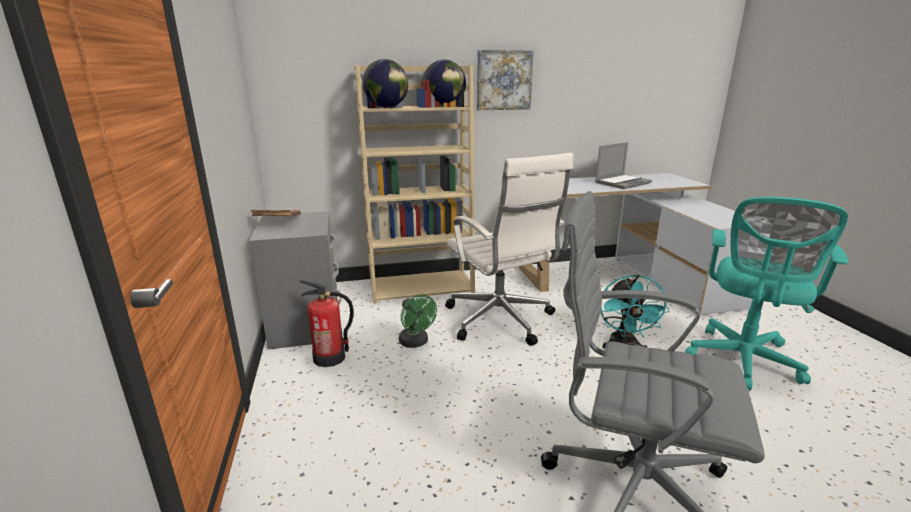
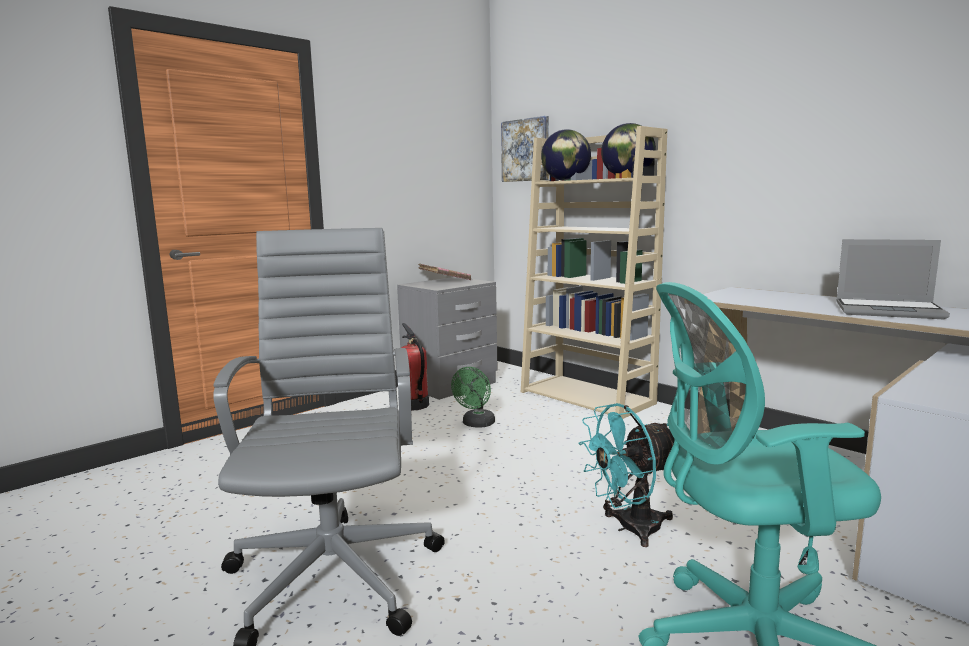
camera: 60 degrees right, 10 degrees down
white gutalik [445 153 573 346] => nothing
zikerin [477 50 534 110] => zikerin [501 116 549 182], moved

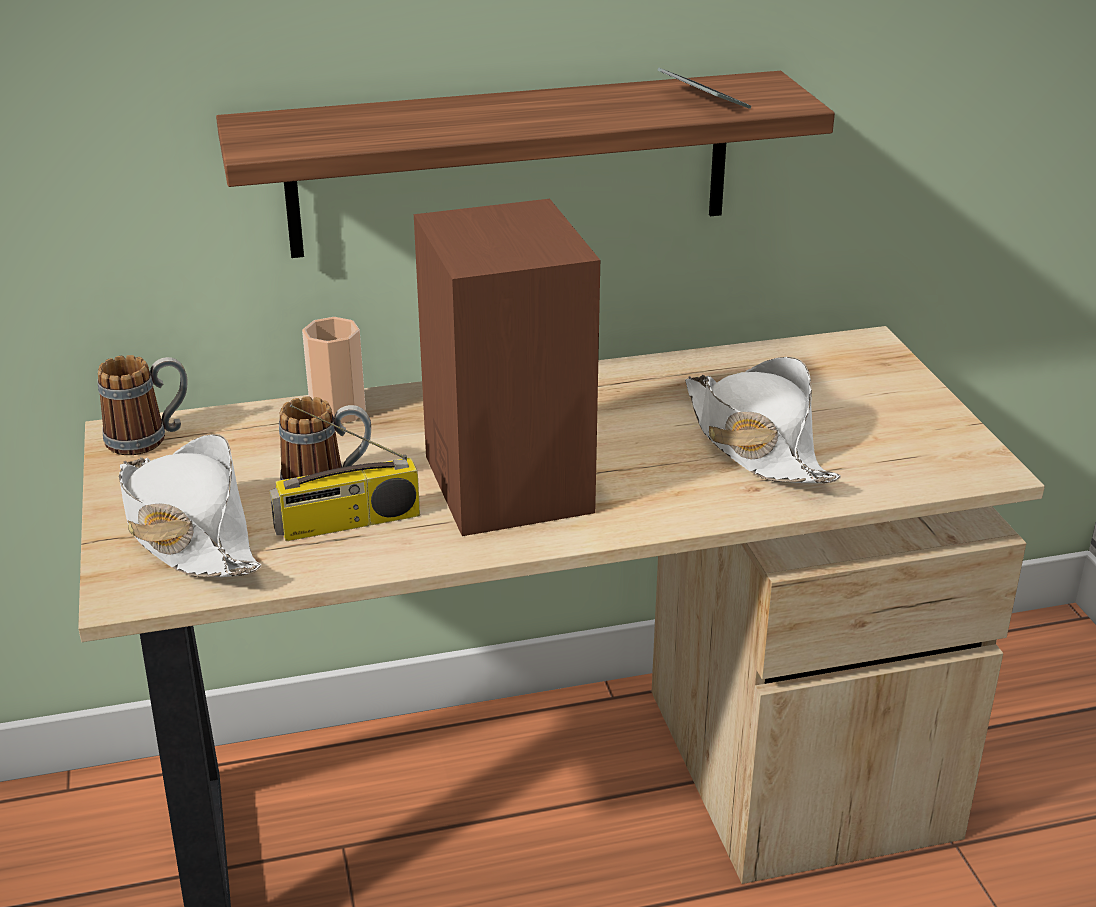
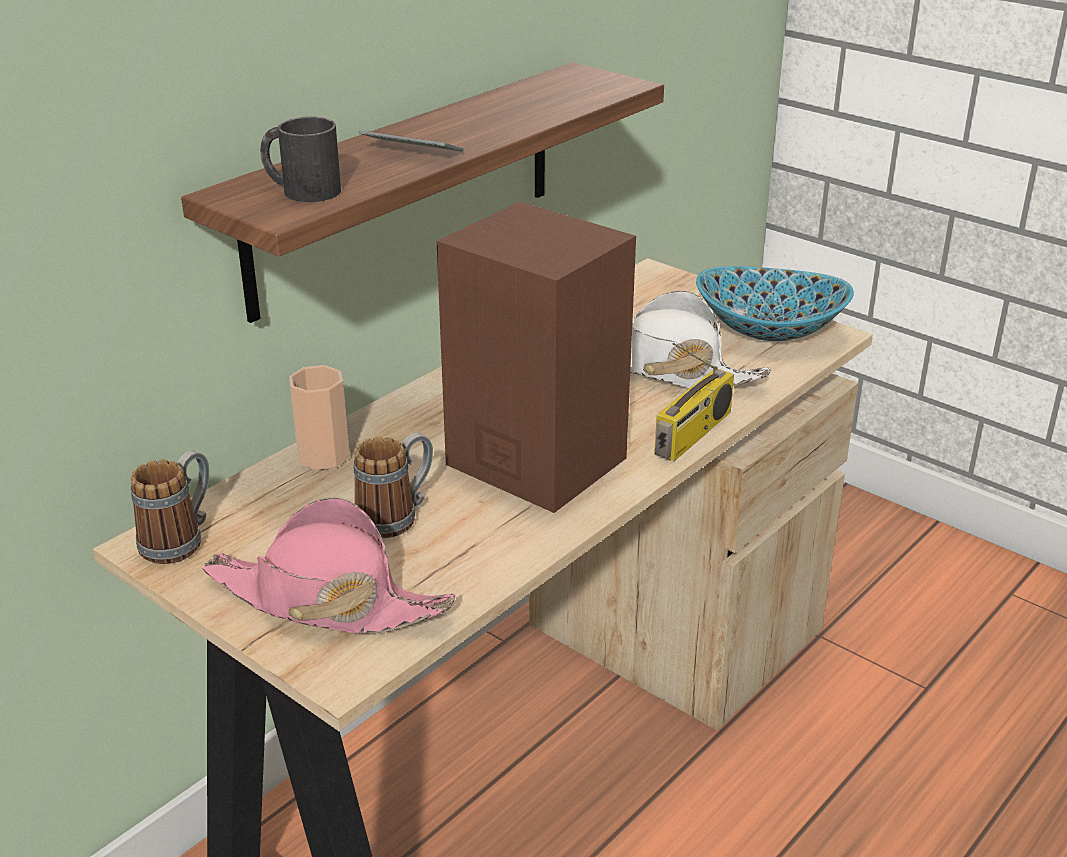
camera: 35 degrees left, 0 degrees up
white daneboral [119 434 262 577] => pink daneboral [202 498 455 634]
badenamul [269 405 420 541] => badenamul [654 343 734 461], moved
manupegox [658 68 751 109] => manupegox [359 130 464 152], moved
nothing => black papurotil [260 117 341 202]
nothing => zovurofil [696 266 854 341]

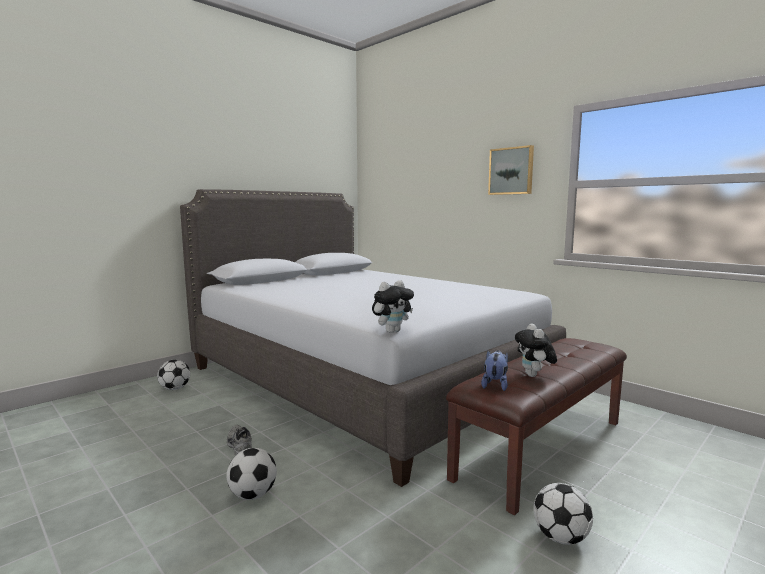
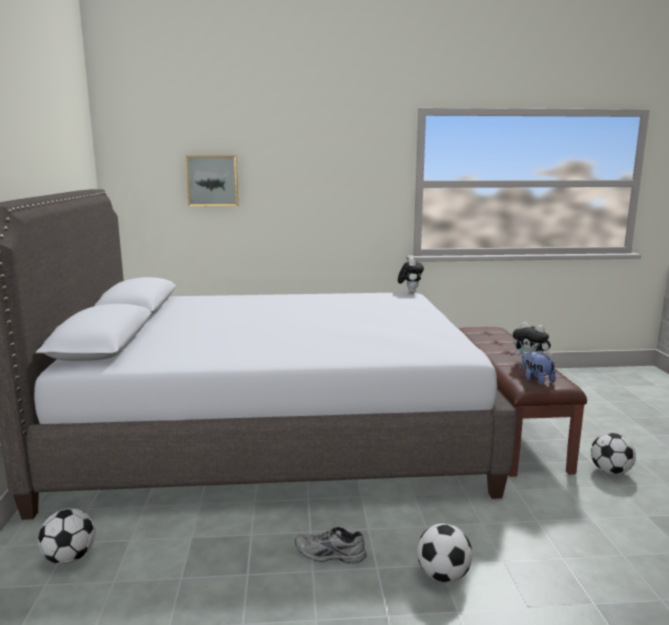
camera: 50 degrees left, 5 degrees up
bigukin [372 280 414 333] => bigukin [398 257 424 293], moved
zikerin [488 145 534 195] => zikerin [185 155 238 206], moved

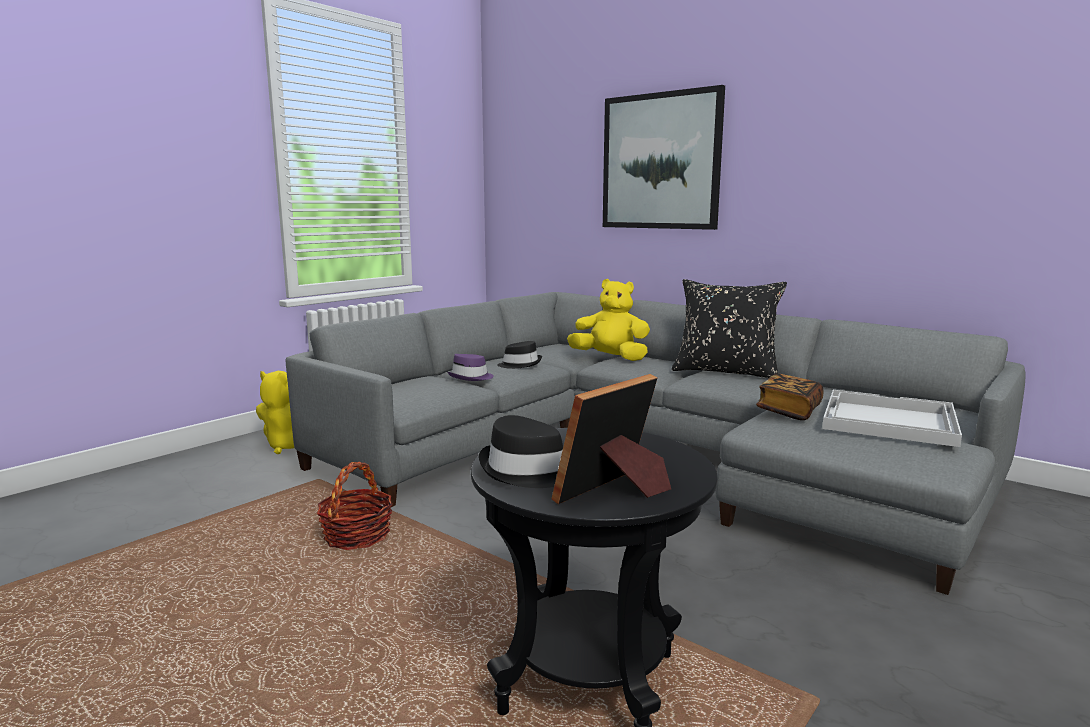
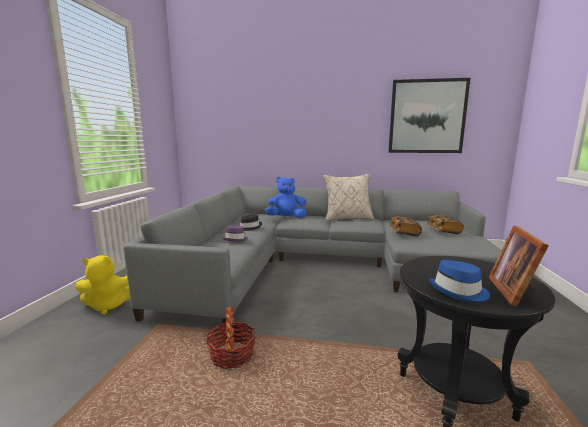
camera: 30 degrees left, 0 degrees up
black daneboral [479 415 563 488] => blue daneboral [429 260 490 302]
yellow bigukin [567 279 650 361] => blue bigukin [265 177 307 218]
zikerin [603 85 725 230] => zikerin [388 78 470 153], moved
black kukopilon [672 279 787 379] => beige kukopilon [323 174 374 221]
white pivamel [822 390 962 447] => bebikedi [427 215 464 234]

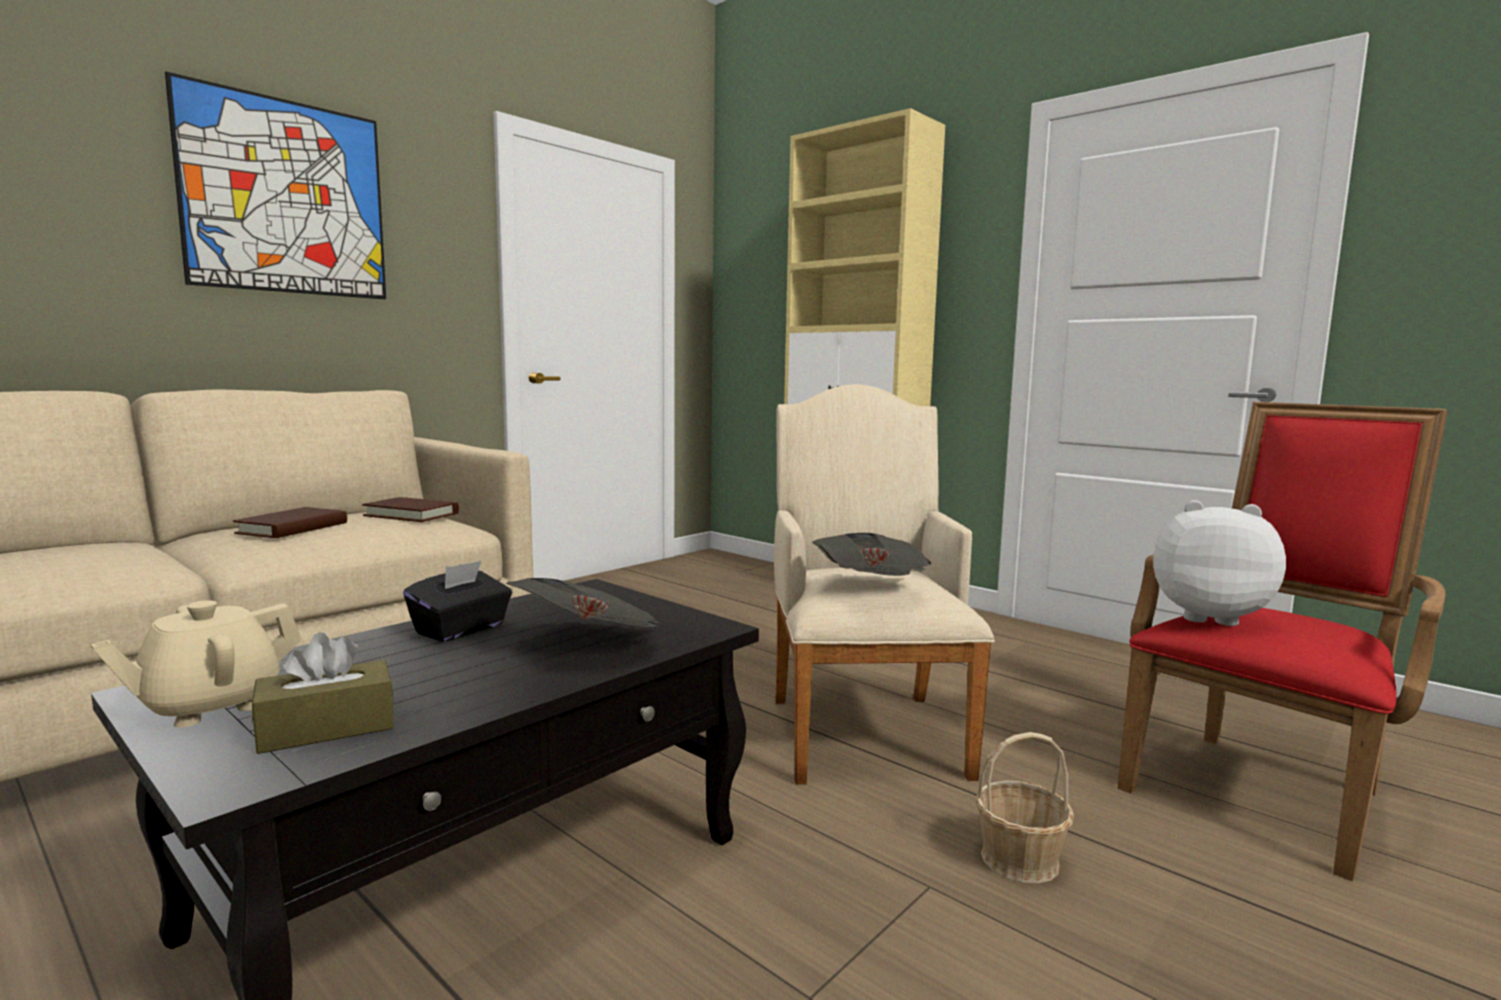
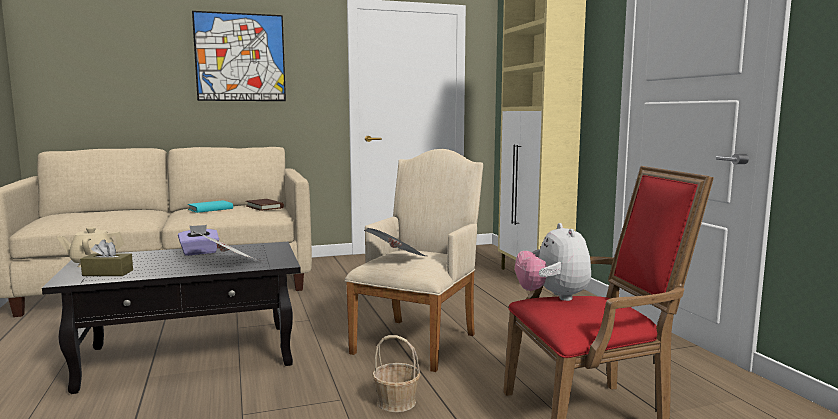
camera: 30 degrees right, 0 degrees up
brown bebikedi [233 507 347 538] => turquoise bebikedi [188 200 233 213]
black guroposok [403 560 512 642] => purple guroposok [178 225 219 256]
bigukin [1153 500 1286 626] => bigukin [515 223 591 301], 150 degrees counterclockwise

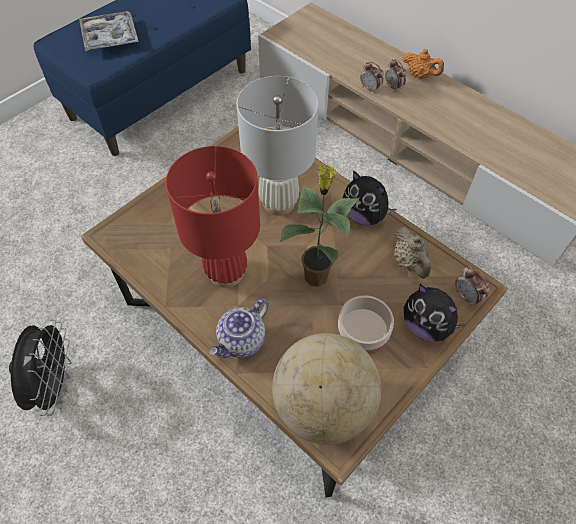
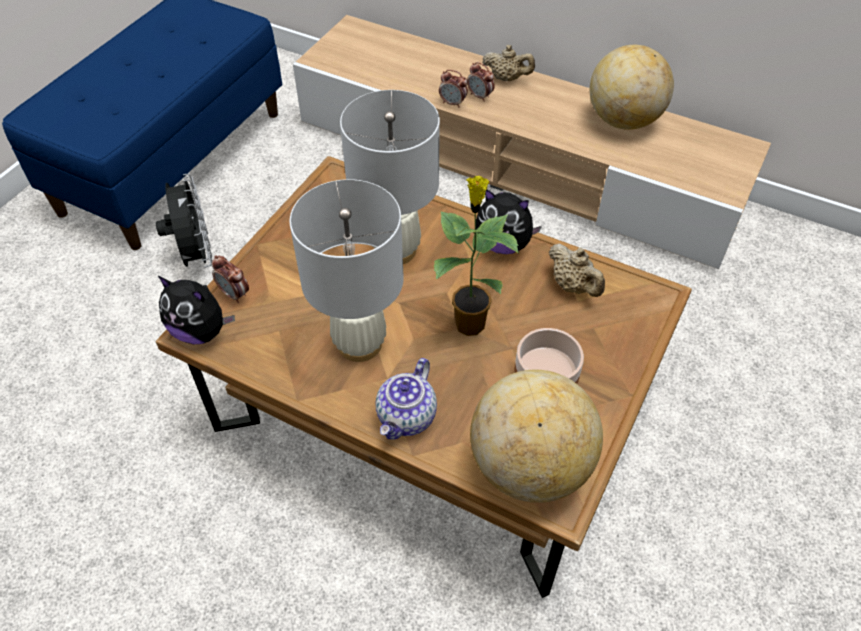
camera: 15 degrees left, 5 degrees down
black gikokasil [9 319 72 416] => black gikokasil [156 174 212 267], moved
pivamel [79 11 139 51] => nothing
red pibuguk [166 146 260 288] => white pibuguk [290 179 404 362]
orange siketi [402 49 444 79] => beige siketi [483 45 535 81]
bigukin [404 284 466 342] => bigukin [157 275 235 344], moved
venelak [455 266 490 306] => venelak [212 255 249 303], moved
nothing => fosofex [590 45 674 130]

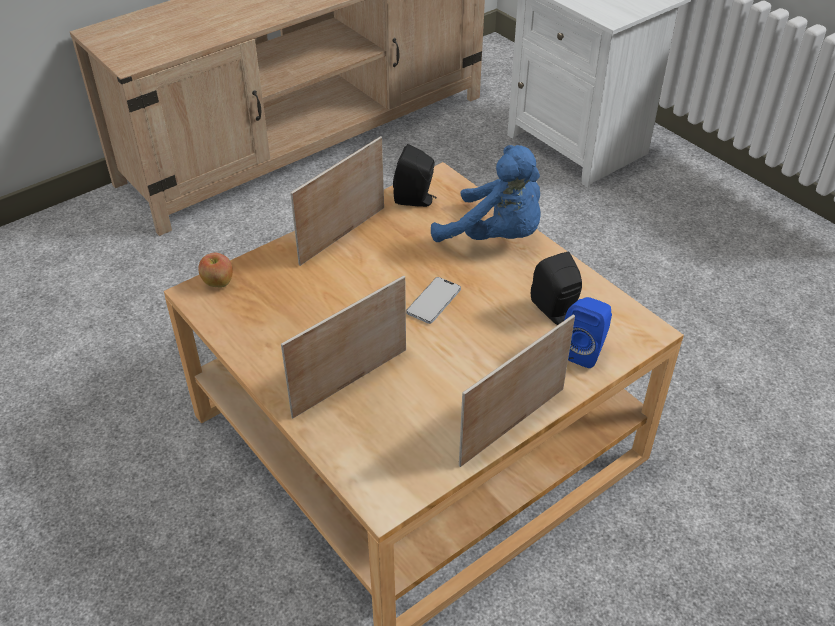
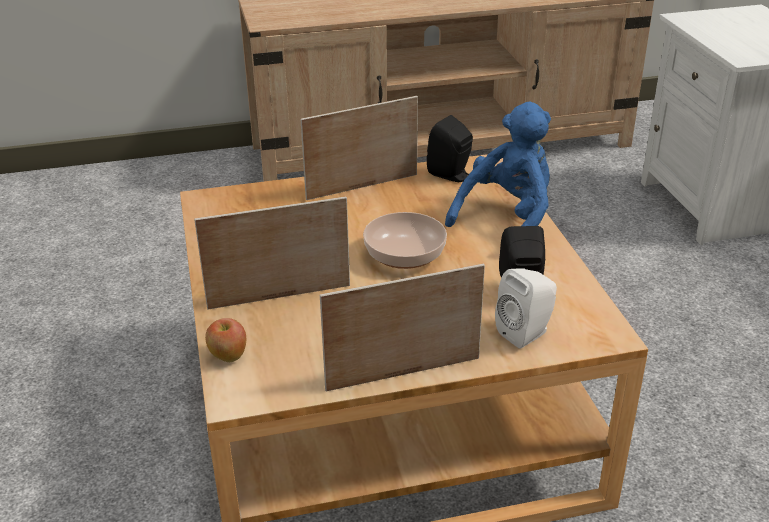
camera: 25 degrees right, 10 degrees down
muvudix [198 253 233 287] => muvudix [205 318 246 362], moved
manupegox [406 277 461 324] => zovurofil [363 212 447 269]
blue bigukin [431 145 541 242] => blue bigukin [445 102 551 227], 105 degrees counterclockwise
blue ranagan [564 297 612 368] => white ranagan [495 268 557 348]

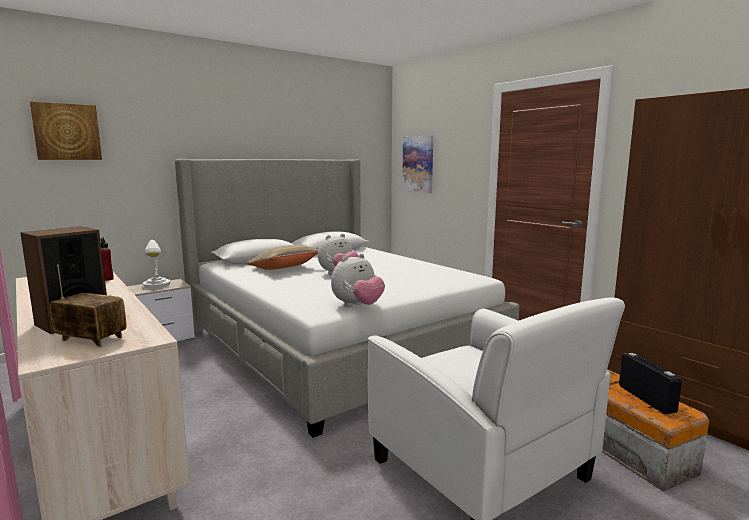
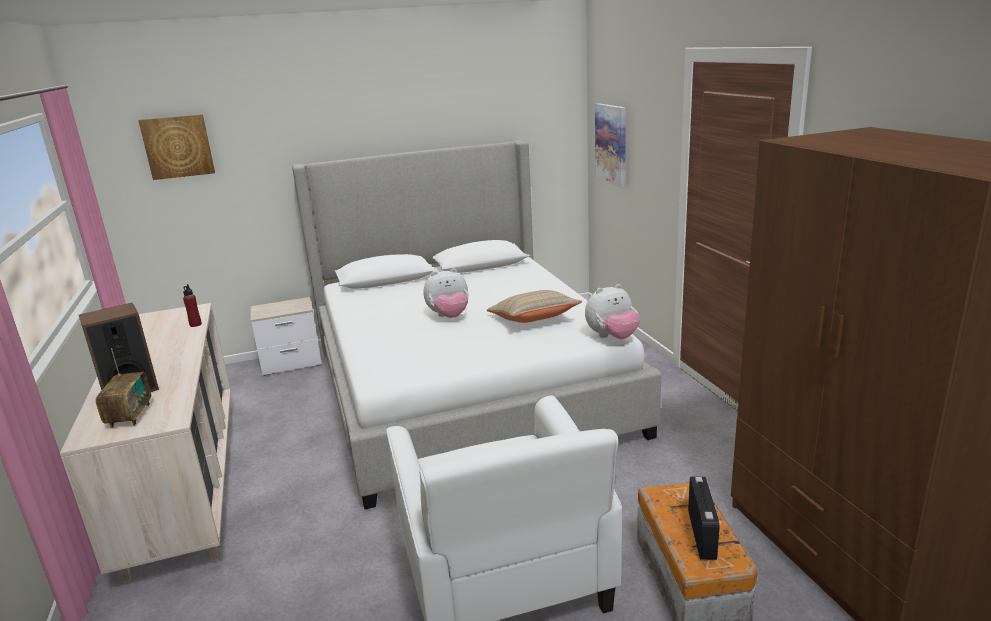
camera: 20 degrees right, 10 degrees up
badenamul [50 265 126 347] => badenamul [96 348 151 428], 45 degrees clockwise
white pibuguk [143 240 171 290] => nothing
beige kukopilon [246 244 318 270] => beige kukopilon [487 290 582 323], moved
bigukin [331 254 385 307] => bigukin [585 284 640 339], moved

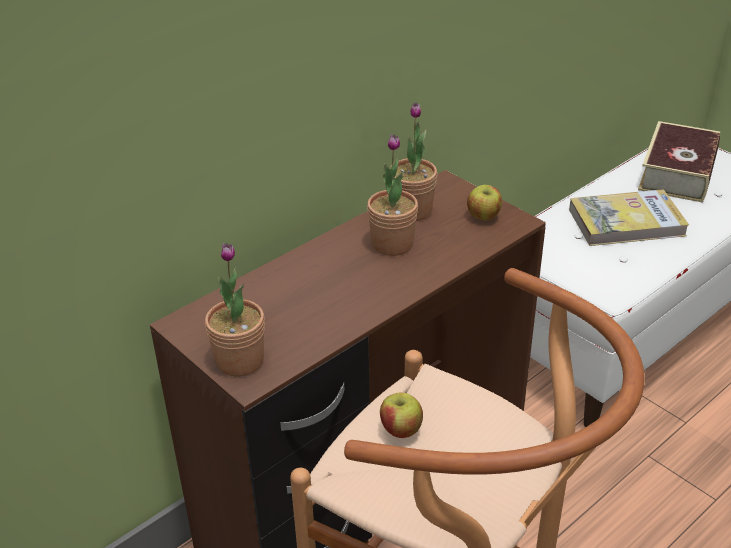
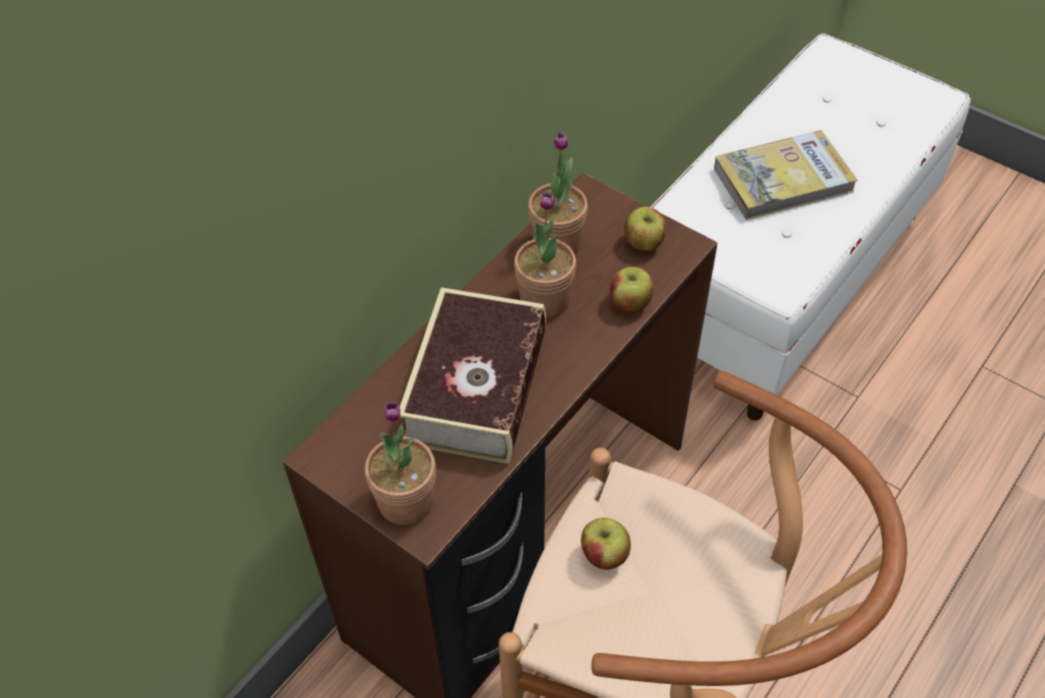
camera: 10 degrees left, 15 degrees up
bebikedi [638 121 720 203] => bebikedi [400 287 546 464], moved
nothing => muvudix [610 267 654 313]

